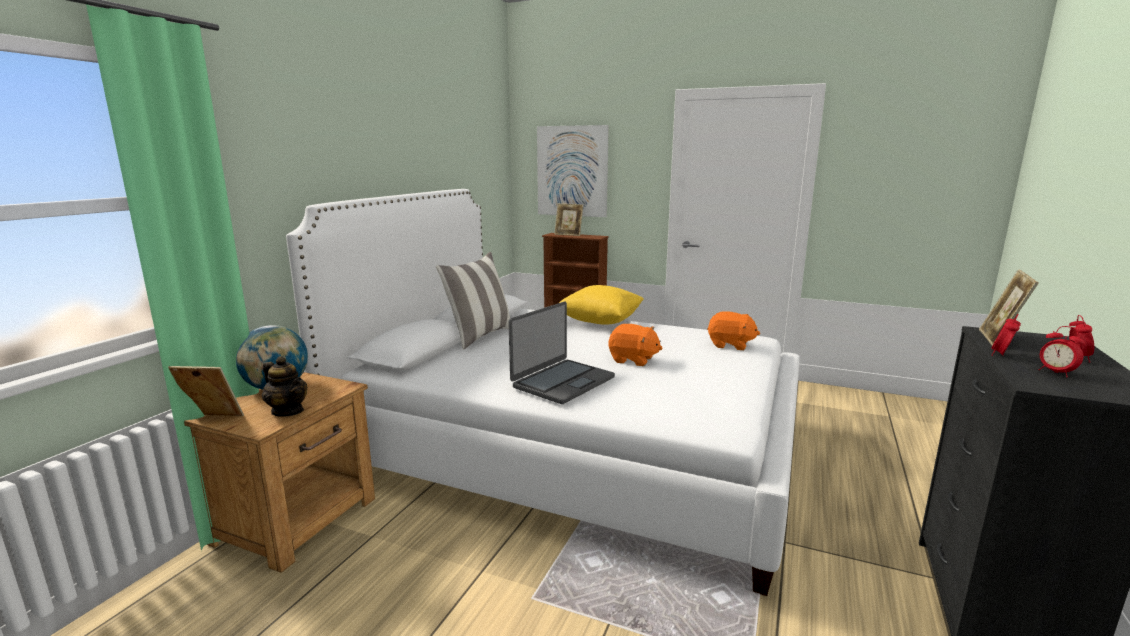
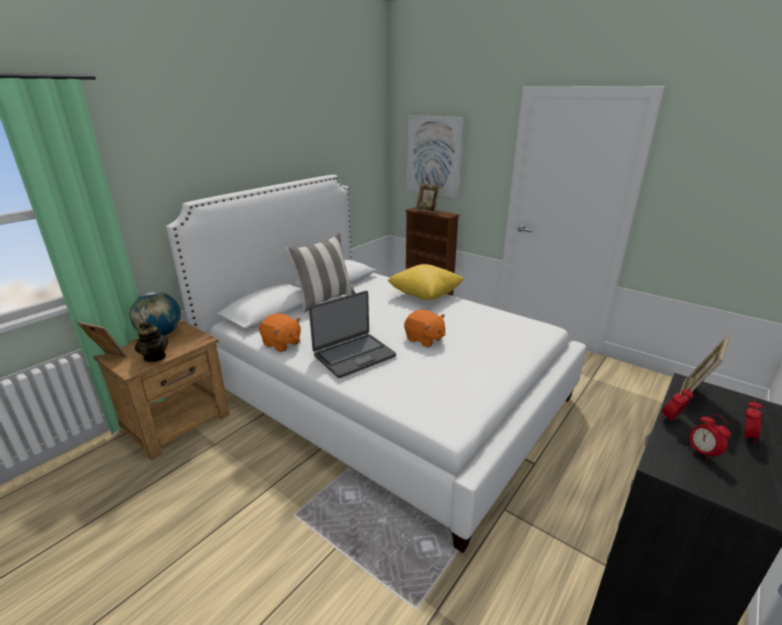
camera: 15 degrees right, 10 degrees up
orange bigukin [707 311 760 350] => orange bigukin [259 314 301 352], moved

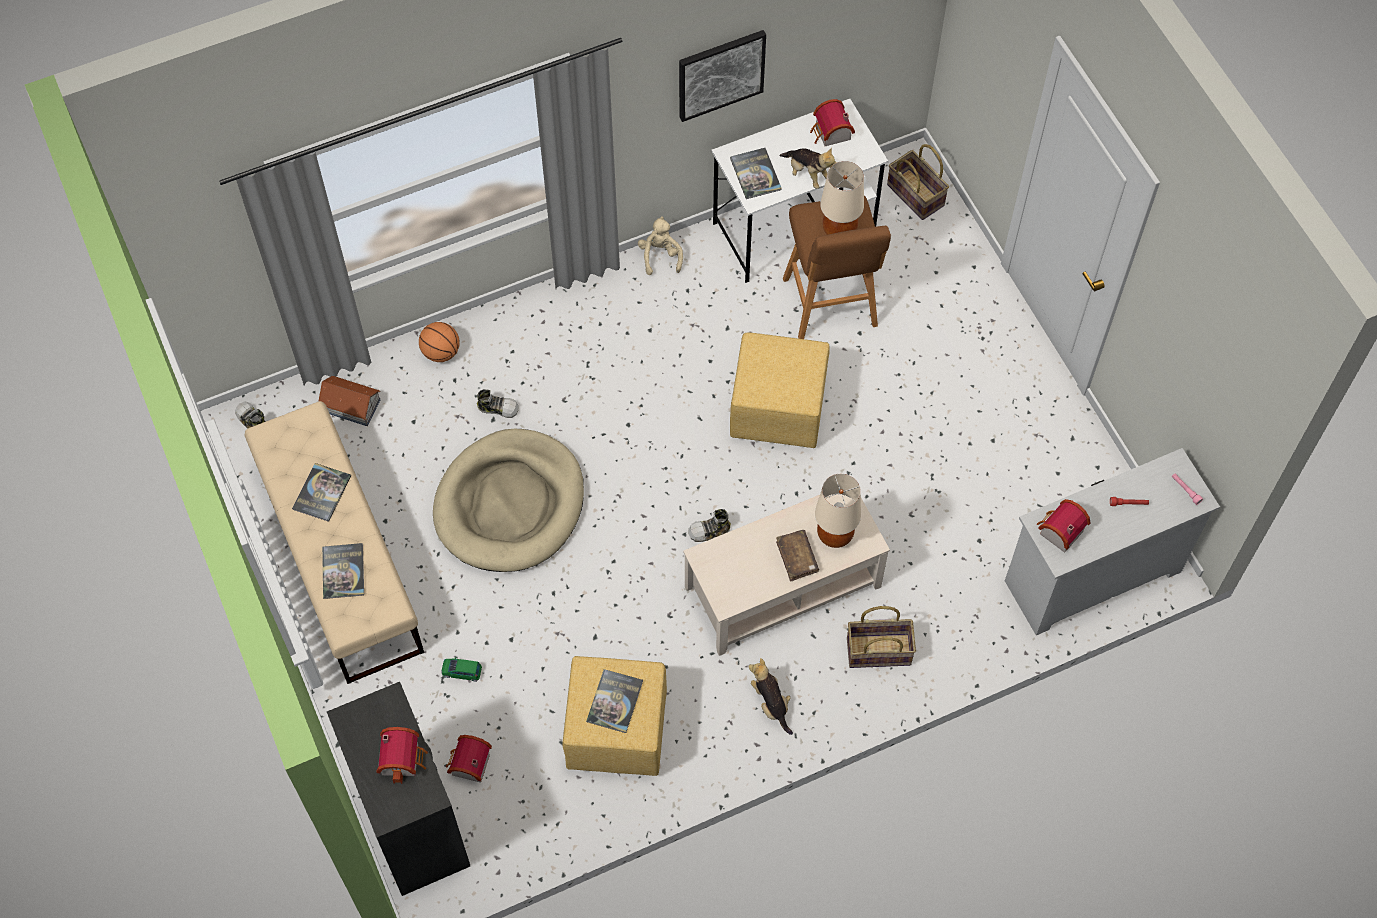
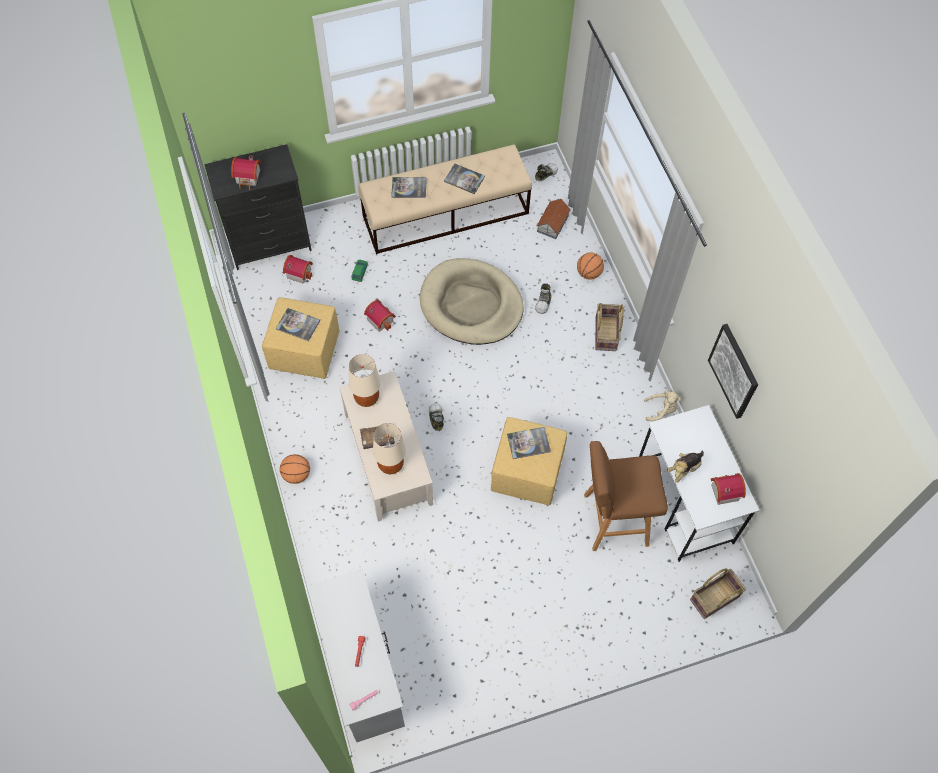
camera: 95 degrees right, 0 degrees up
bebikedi [730 148 782 199] => bebikedi [507 427 551 459], moved
bigukin [749 658 793 735] => nothing
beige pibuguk [820 161 864 235] => beige pibuguk [349 354 381 407], moved
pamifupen [847 606 916 668] => pamifupen [595 303 624 351], moved
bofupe [1037 499 1090 553] => bofupe [364 300 396 332], moved
nothing => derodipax [280 454 310 484]

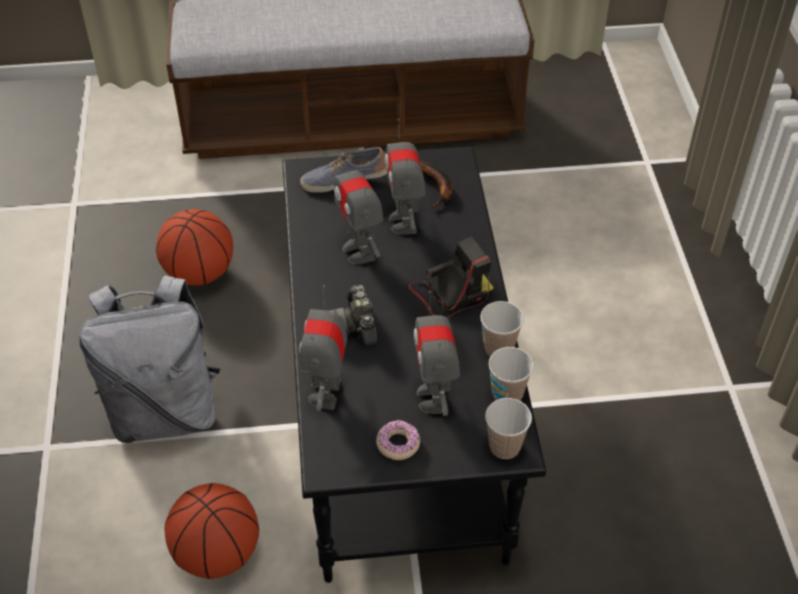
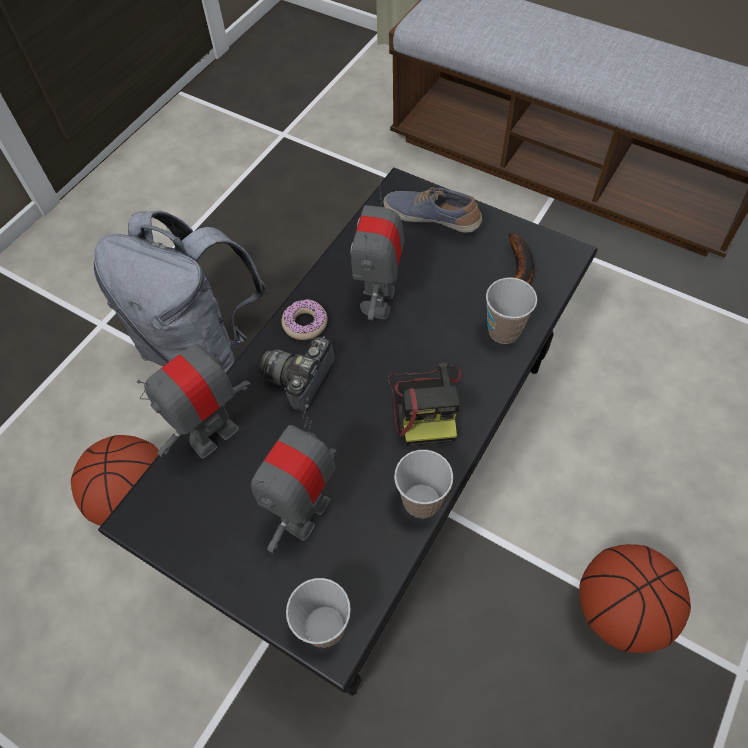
camera: 40 degrees right, 10 degrees up
derodipax [156 209 233 286] => derodipax [579 544 691 653], moved
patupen [376 420 420 460] => patupen [281 298 327 340], moved
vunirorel [385 119 426 235] => nothing
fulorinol [408 236 494 319] => fulorinol [388 363 461 446], 75 degrees clockwise
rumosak [489 347 534 401] => rumosak [486 278 537 344], moved

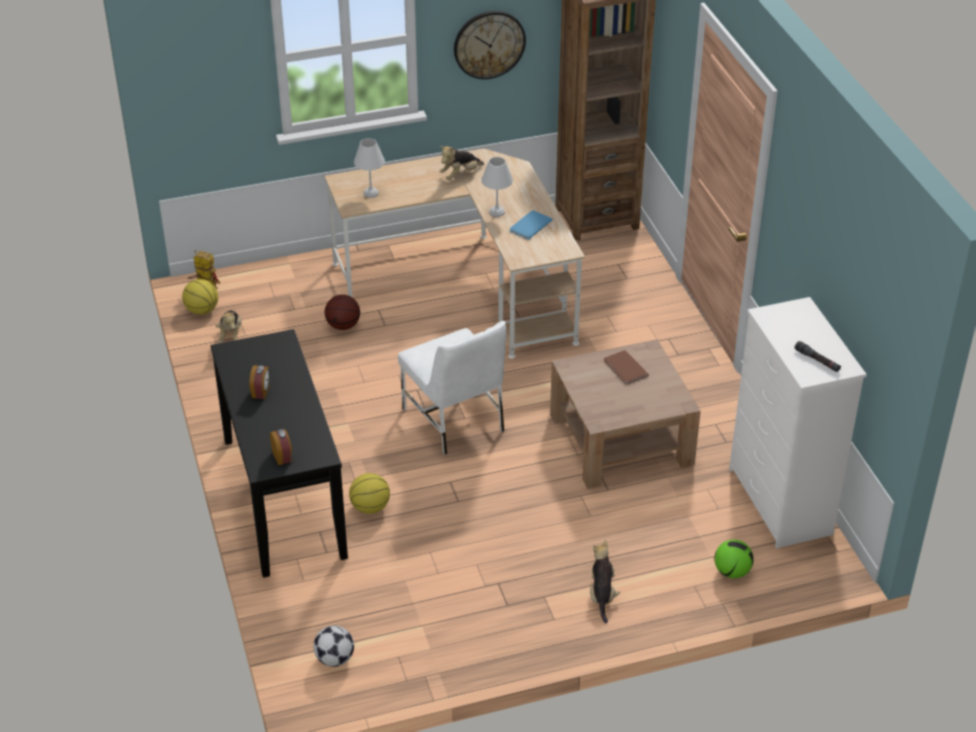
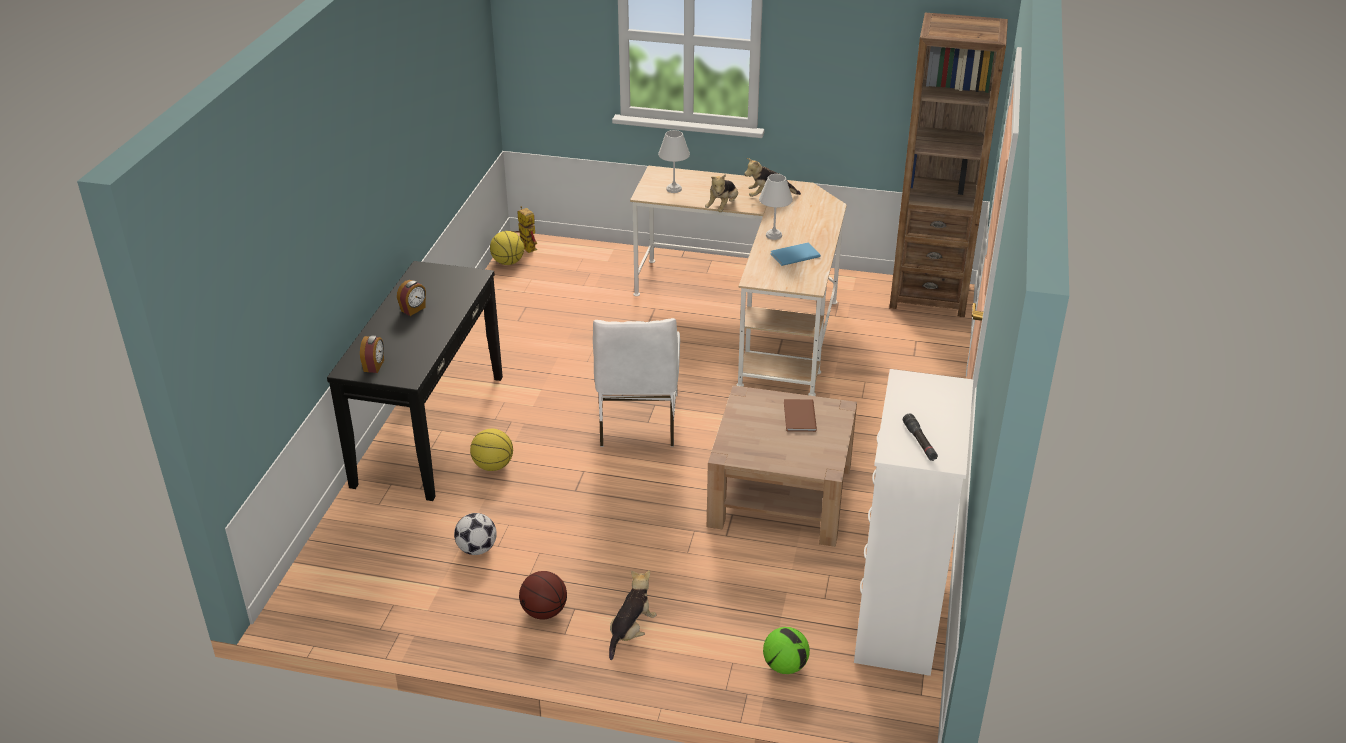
camera: 30 degrees right, 5 degrees down
bigukin [216 310 241 343] => bigukin [705 174 738 212], moved
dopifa [313 626 354 667] => dopifa [454 513 497 555], moved
derodipax [325 295 360 330] => derodipax [519 571 567 619], moved
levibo [454 11 526 79] => nothing

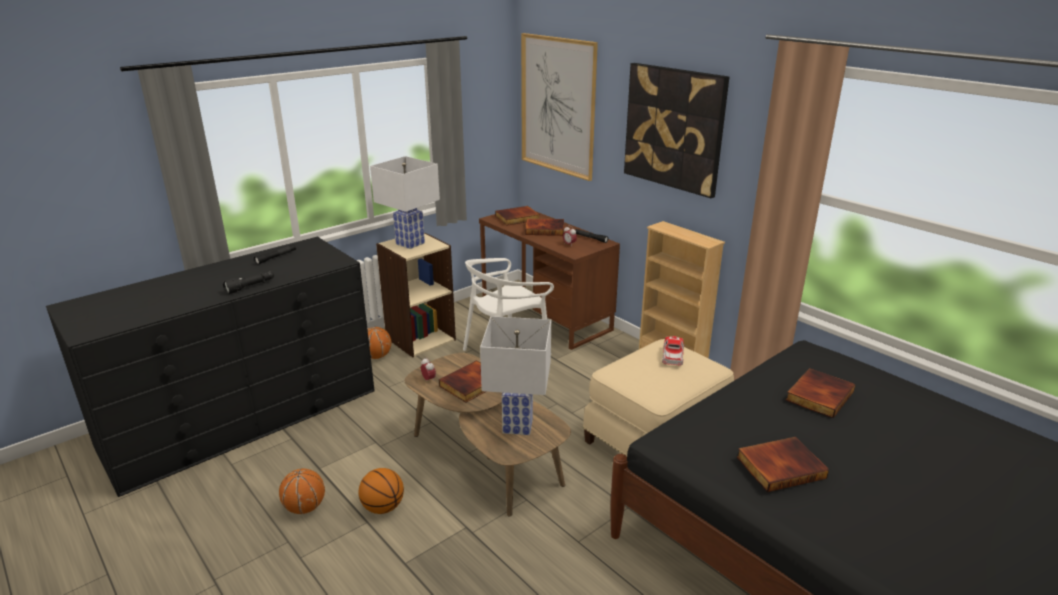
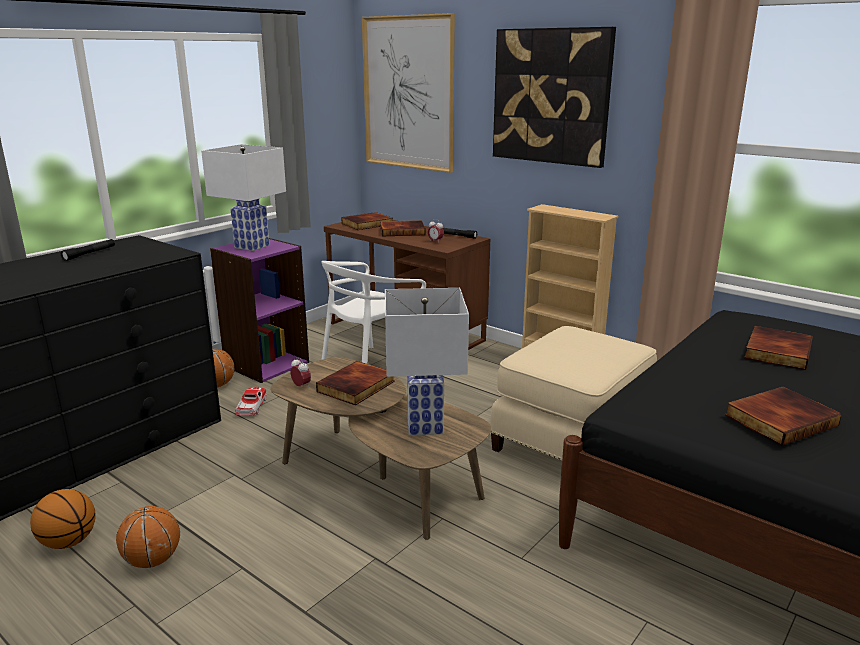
camera: 10 degrees left, 5 degrees down
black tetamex [223 271 274 294] => nothing
derodipax [359 468 404 514] => derodipax [30 489 96 549], moved
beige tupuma [376 232 456 357] => purple tupuma [210 238 309 383]
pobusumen [662 336 684 366] => pobusumen [235 386 267 415], moved

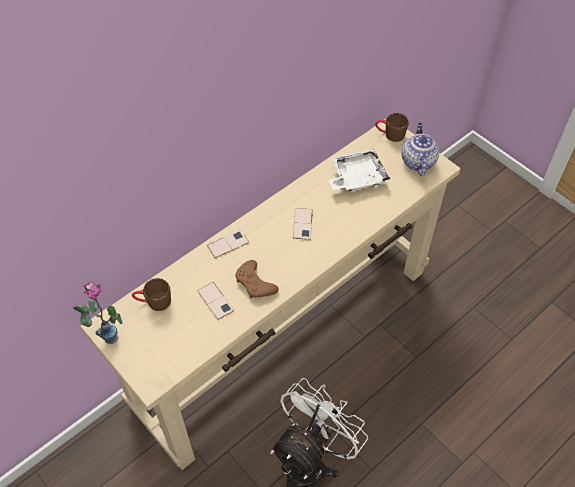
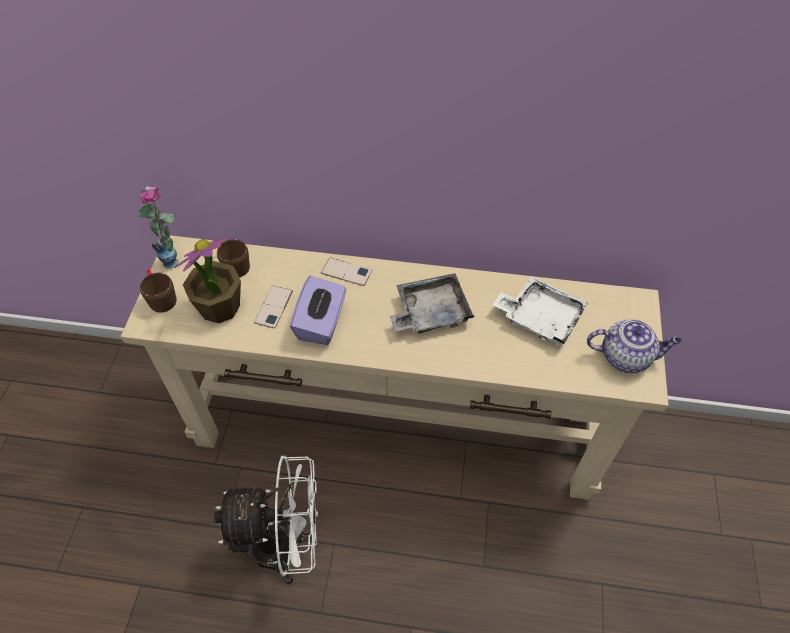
camera: 50 degrees right, 0 degrees up
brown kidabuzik [235 260 279 298] => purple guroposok [290 275 346 345]
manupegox [293 208 313 240] => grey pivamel [390 273 474 334]
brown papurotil [375 113 409 142] => brown papurotil [140 269 177 313], moved
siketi [402 123 439 176] => siketi [587 319 681 373], 45 degrees clockwise
nothing => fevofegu [175 237 241 323]

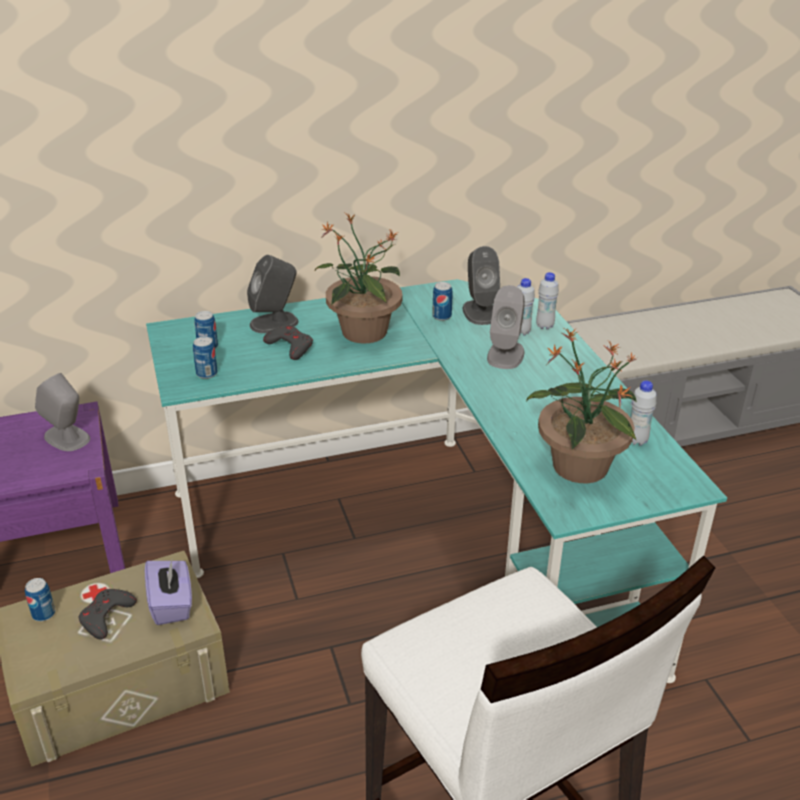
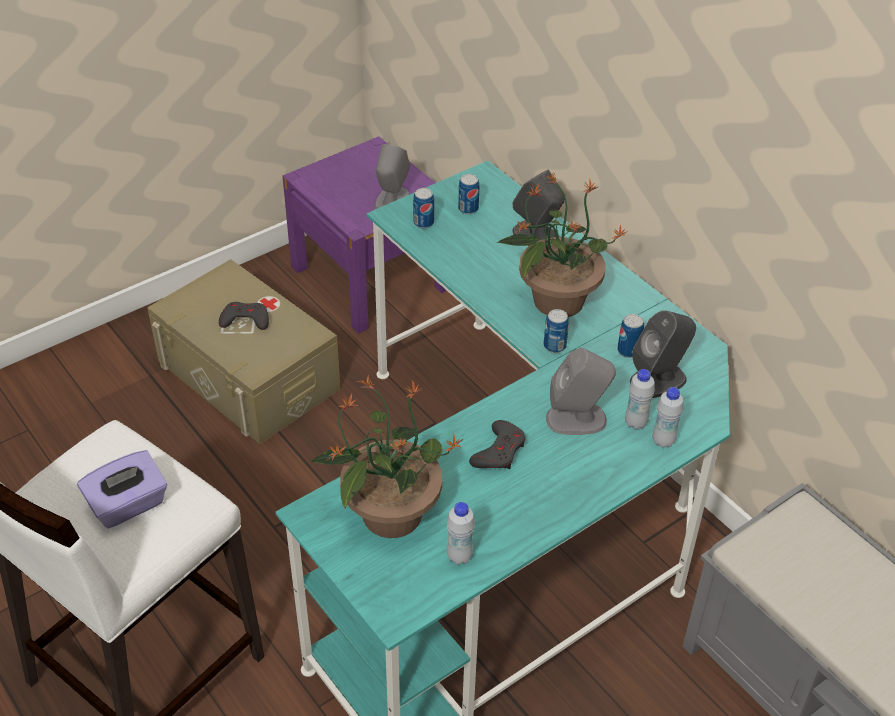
camera: 70 degrees right, 10 degrees up
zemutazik [25 578 55 621] => zemutazik [544 309 569 353], moved
purple guroposok [145 560 192 625] => purple guroposok [77 450 167 528], moved
grey kidabuzik [263 325 313 360] => grey kidabuzik [469 420 526 469], moved

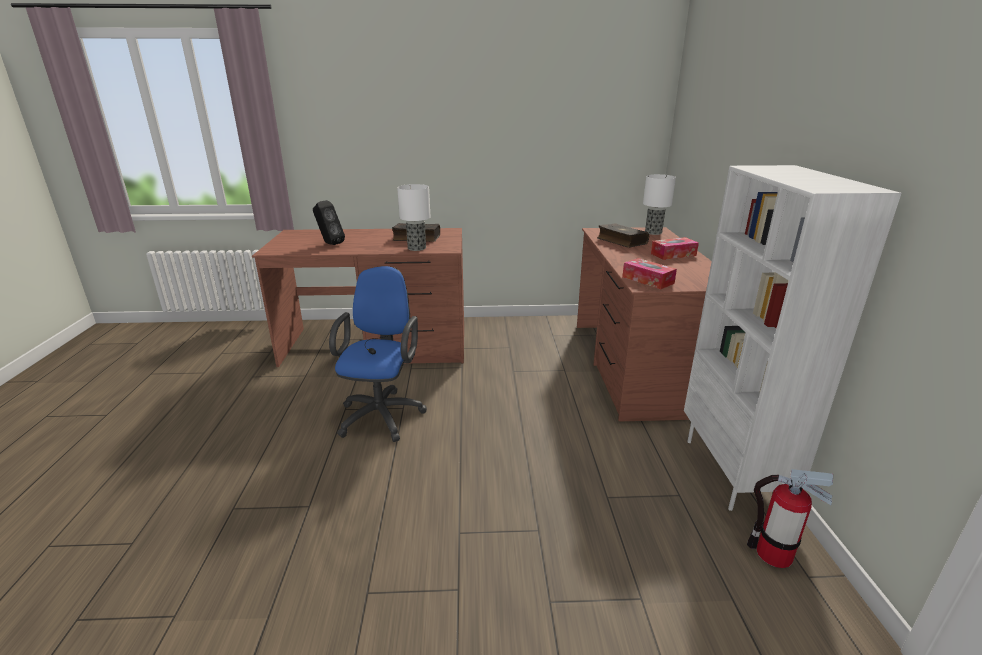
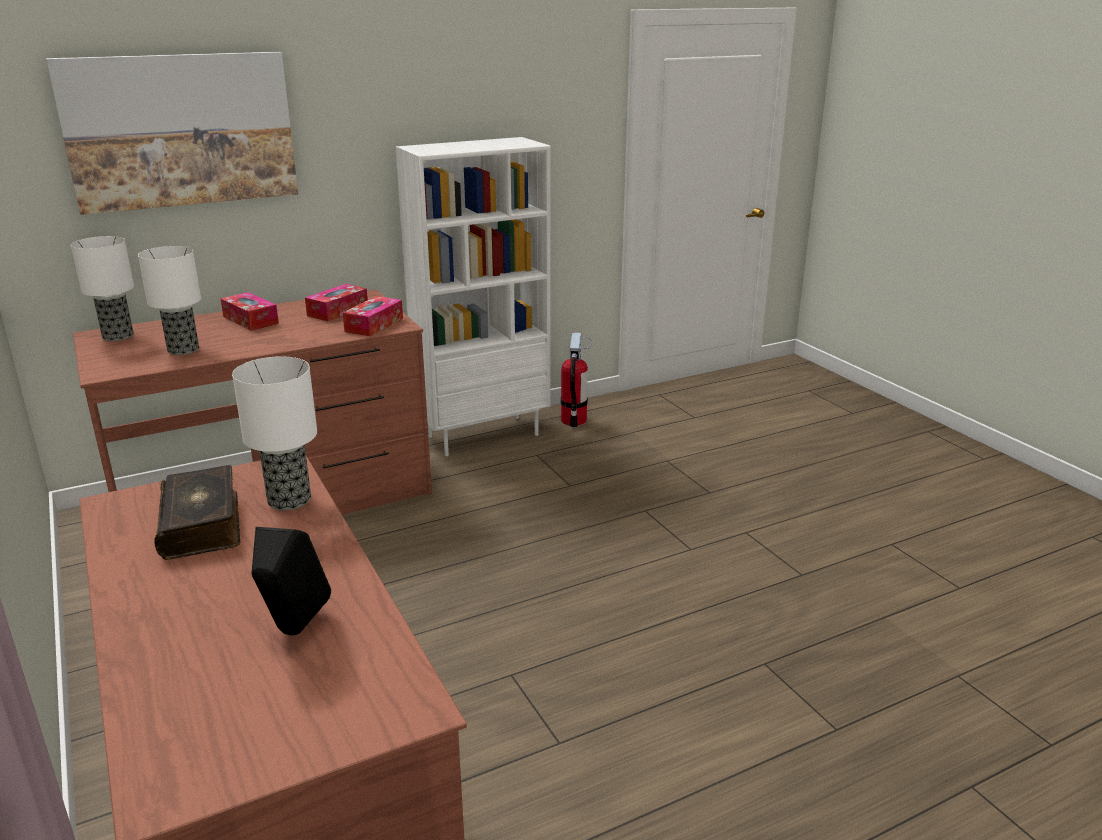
camera: 115 degrees left, 0 degrees up
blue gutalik [329 266 427 442] => nothing
bebikedi [597 223 649 248] => pibuguk [138 246 201 355]
nothing => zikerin [46 52 298 215]
nothing => guroposok [305 284 368 321]

